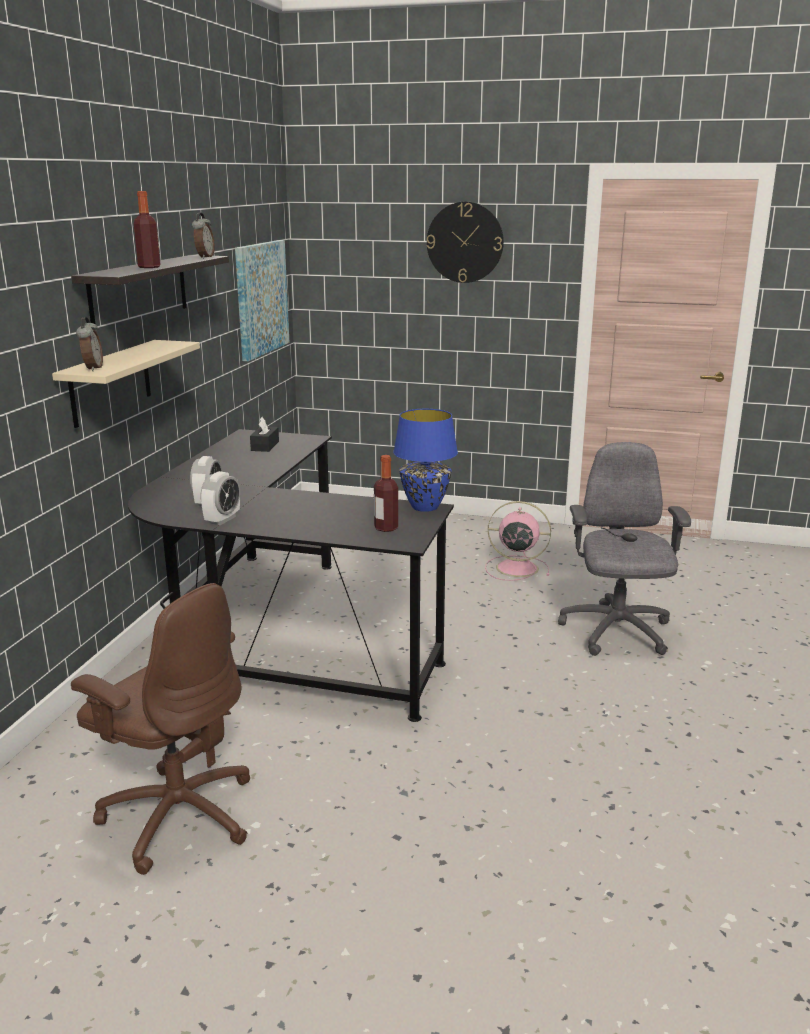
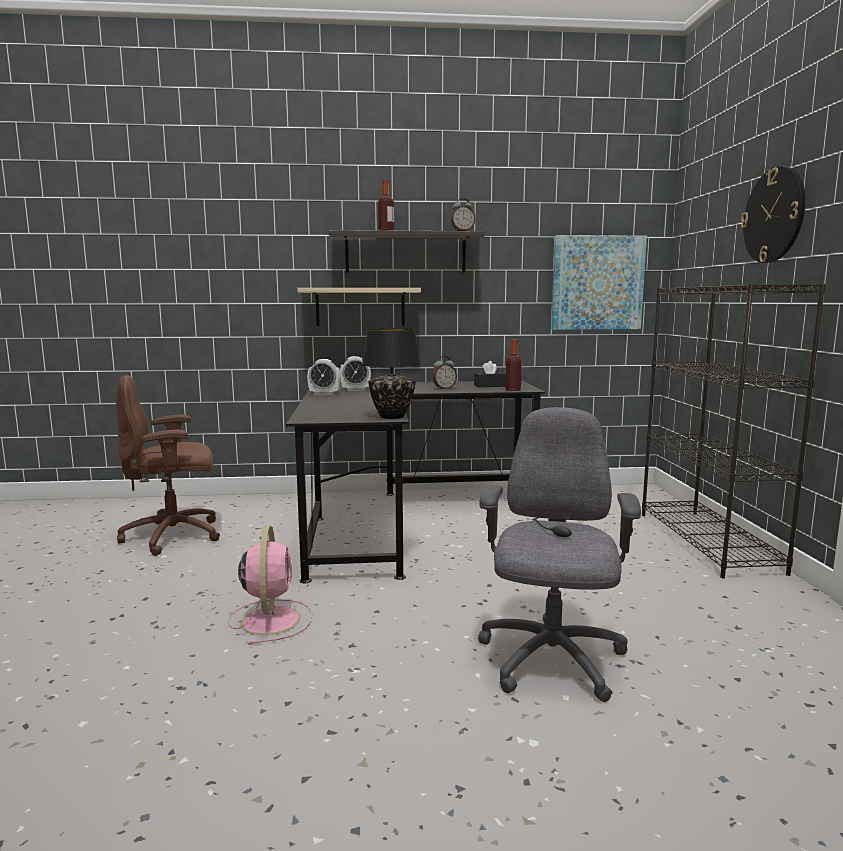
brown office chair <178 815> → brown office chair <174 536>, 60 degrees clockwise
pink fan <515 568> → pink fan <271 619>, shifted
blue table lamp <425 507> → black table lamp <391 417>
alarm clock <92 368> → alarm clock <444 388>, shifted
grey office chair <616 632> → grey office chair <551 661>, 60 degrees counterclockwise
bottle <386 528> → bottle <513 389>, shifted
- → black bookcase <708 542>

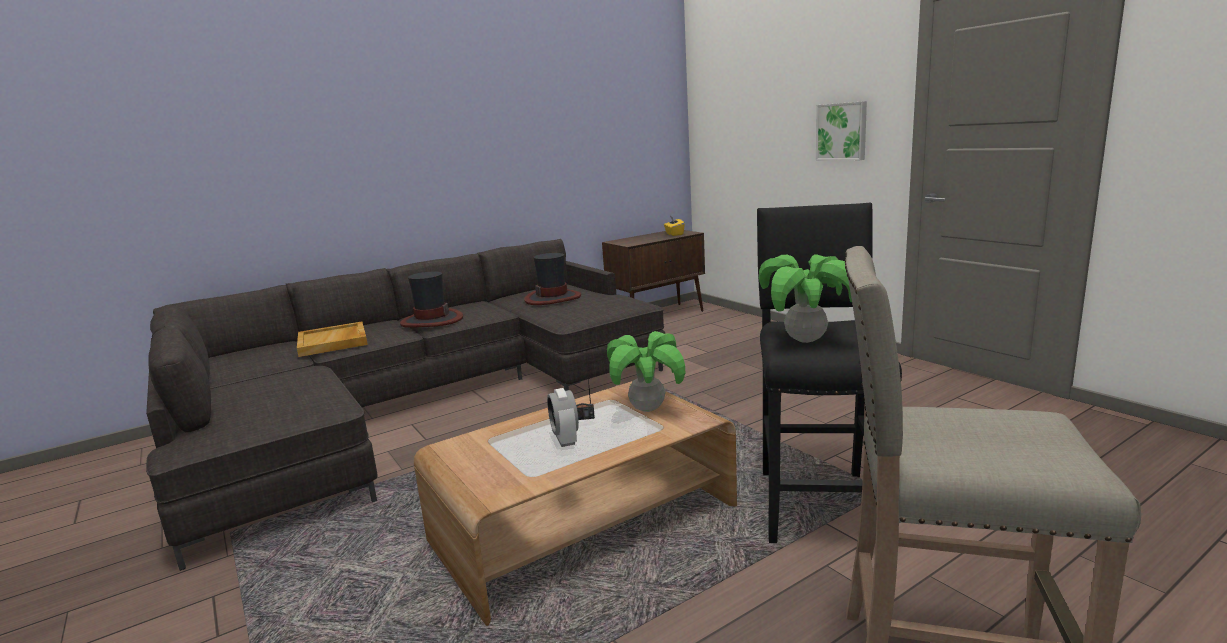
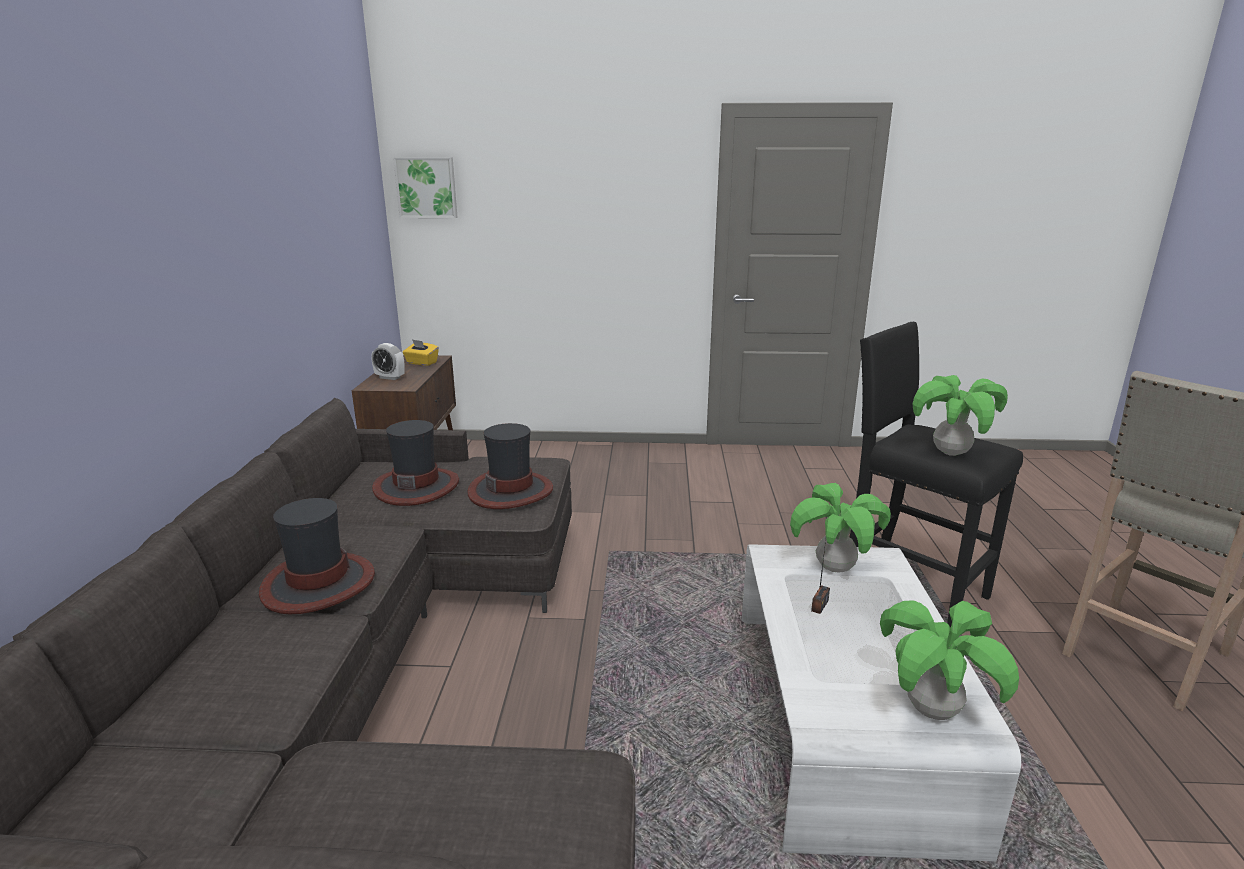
alarm clock <565 439> → alarm clock <390 377>, shifted
picture <842 131> → picture <426 187>, shifted
- → hat <511 491>
brown coffee table <584 524> → white coffee table <842 717>
- → potted plant <931 710>
beige tray <333 342> → -

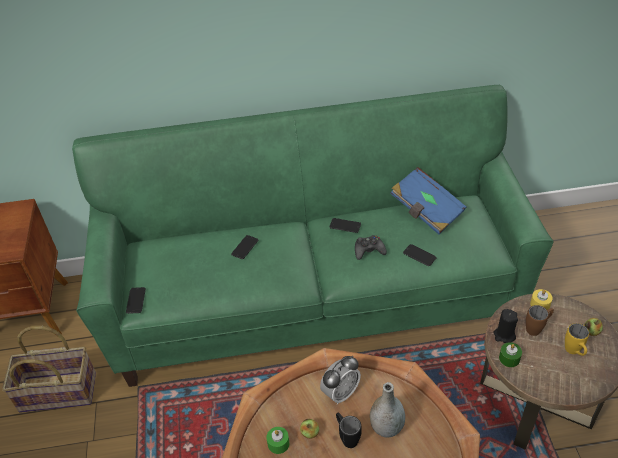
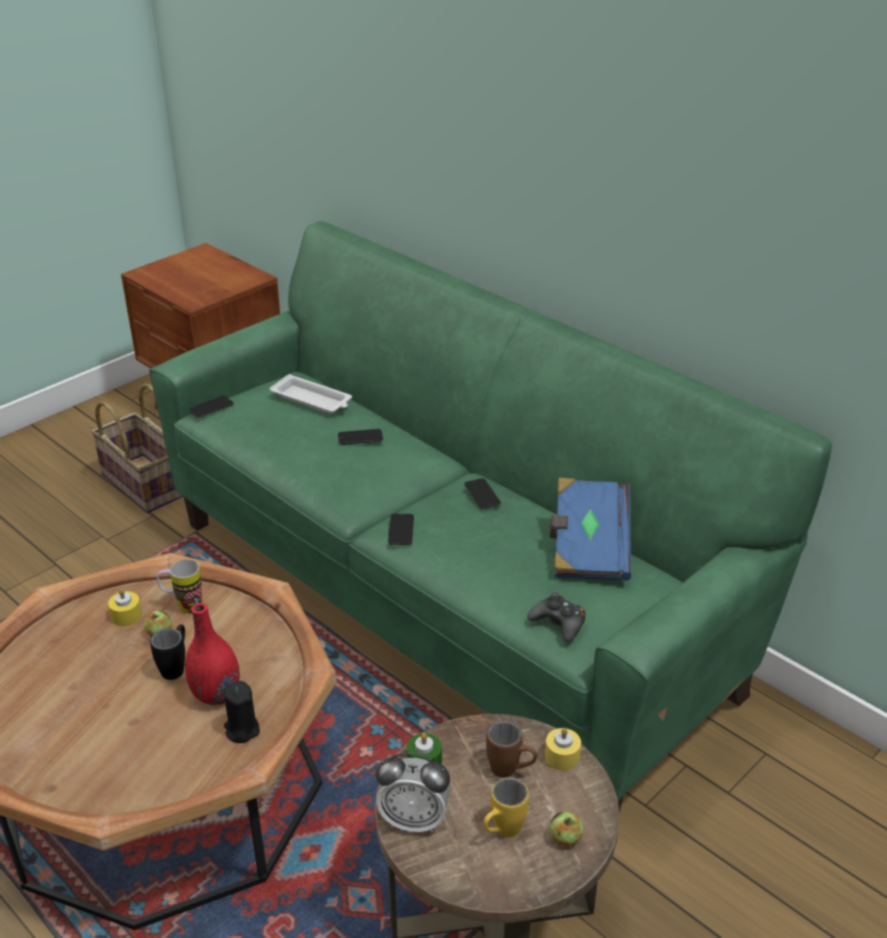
green candle <278 443> → yellow candle <126 616>
- → mug <183 606>
grey vase <386 427> → red vase <216 694>
black candle <504 335> → black candle <242 730>, shifted
- → white tray <312 400>
alarm clock <340 393> → alarm clock <414 820>, shifted
phone <419 255> → phone <401 530>, shifted
black game controller <369 250> → black game controller <559 623>, shifted

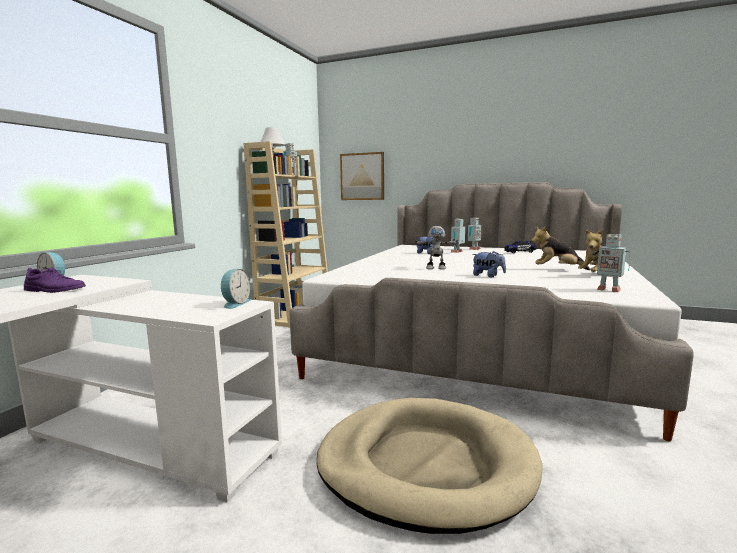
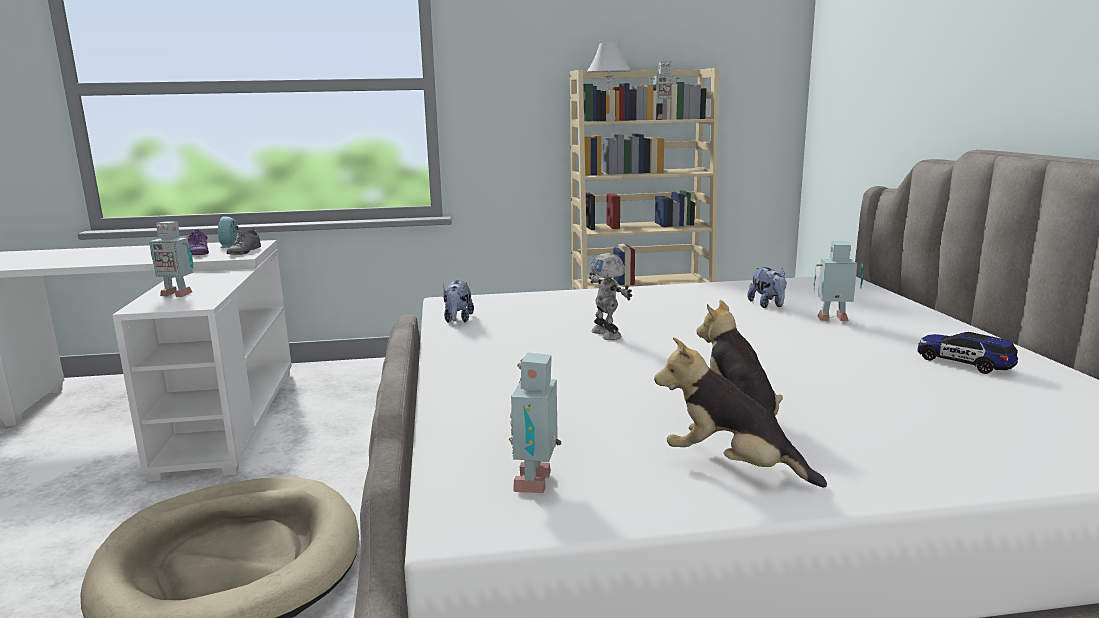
toy robot <473 249> → toy robot <177 294>, shifted
- → grey shoe <244 251>
plush toy <488 276> → plush toy <458 320>, shifted
alarm clock <235 303> → -
picture <362 176> → -

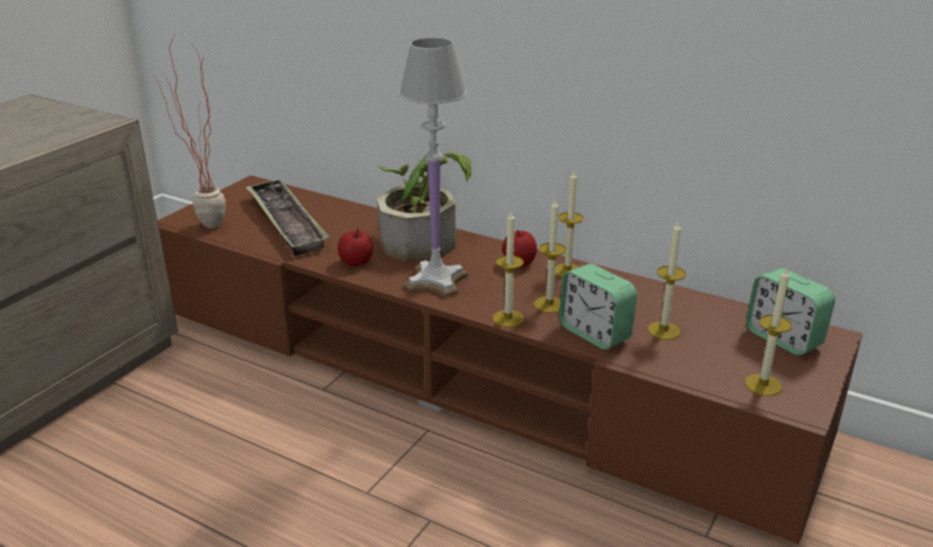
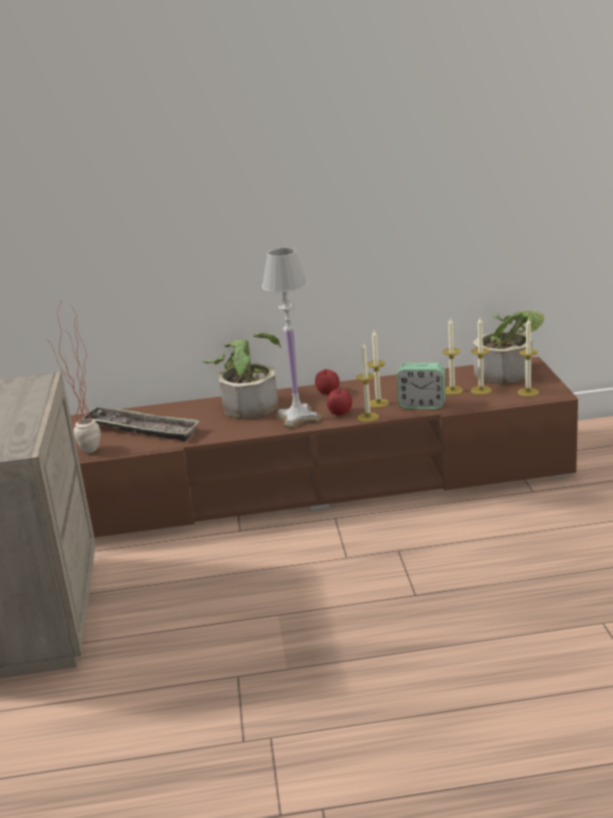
apple <356 262> → apple <340 413>, shifted
candle <567 271> → candle <481 390>, shifted
alarm clock <783 338> → potted plant <510 371>

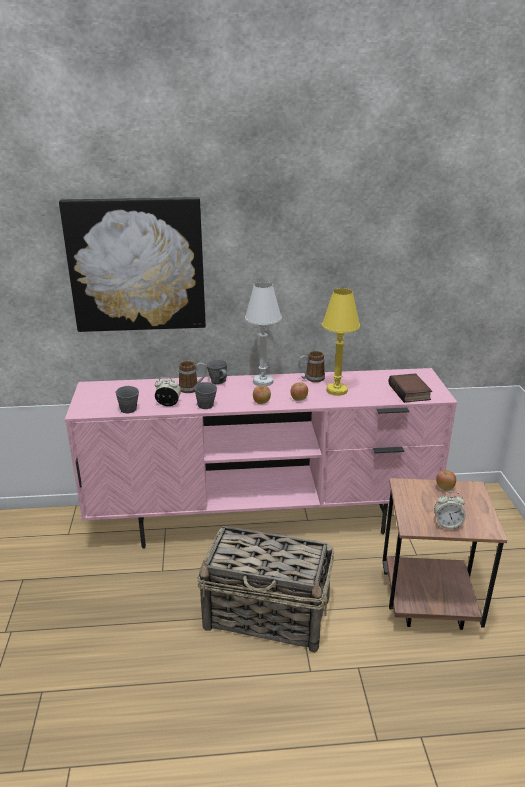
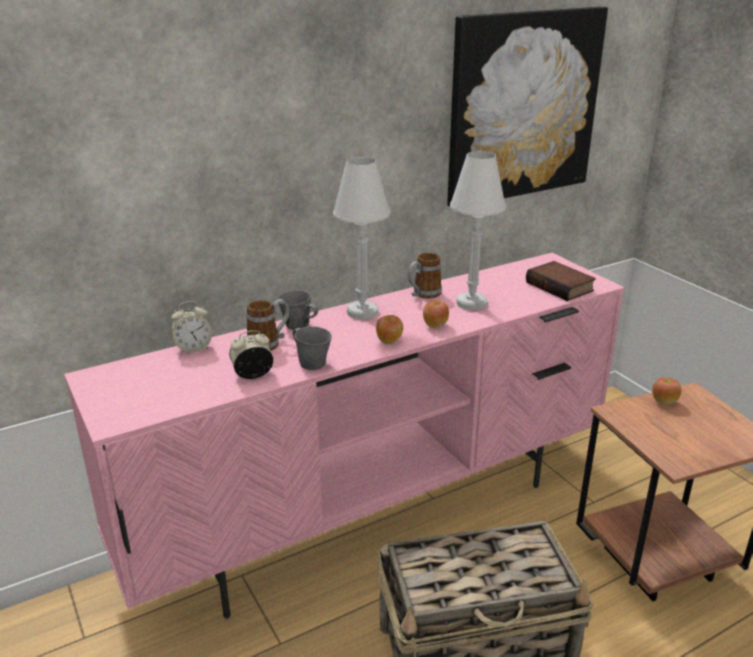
alarm clock <447 524> → alarm clock <193 349>, shifted
picture <137 265> → picture <522 106>, shifted
yellow table lamp <337 390> → white table lamp <471 303>
grey mug <129 409> → -

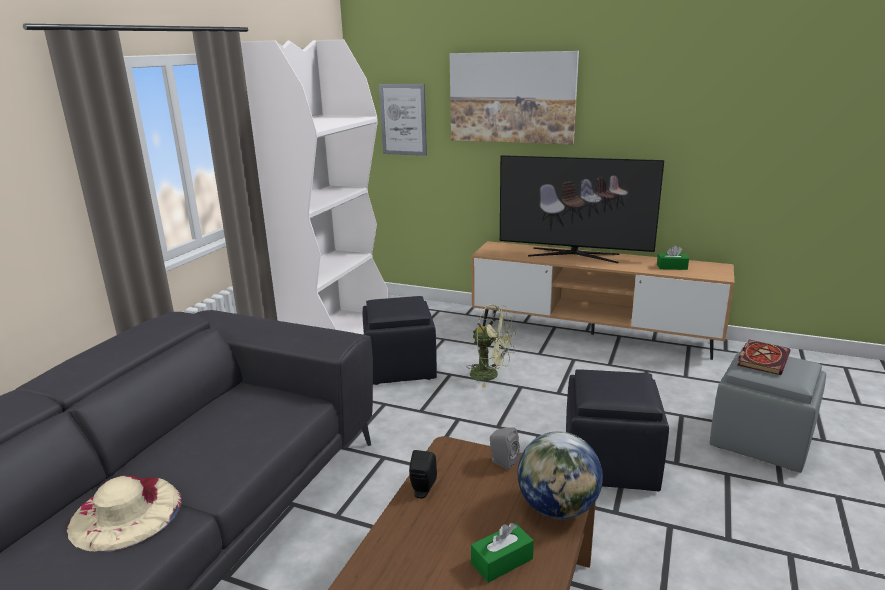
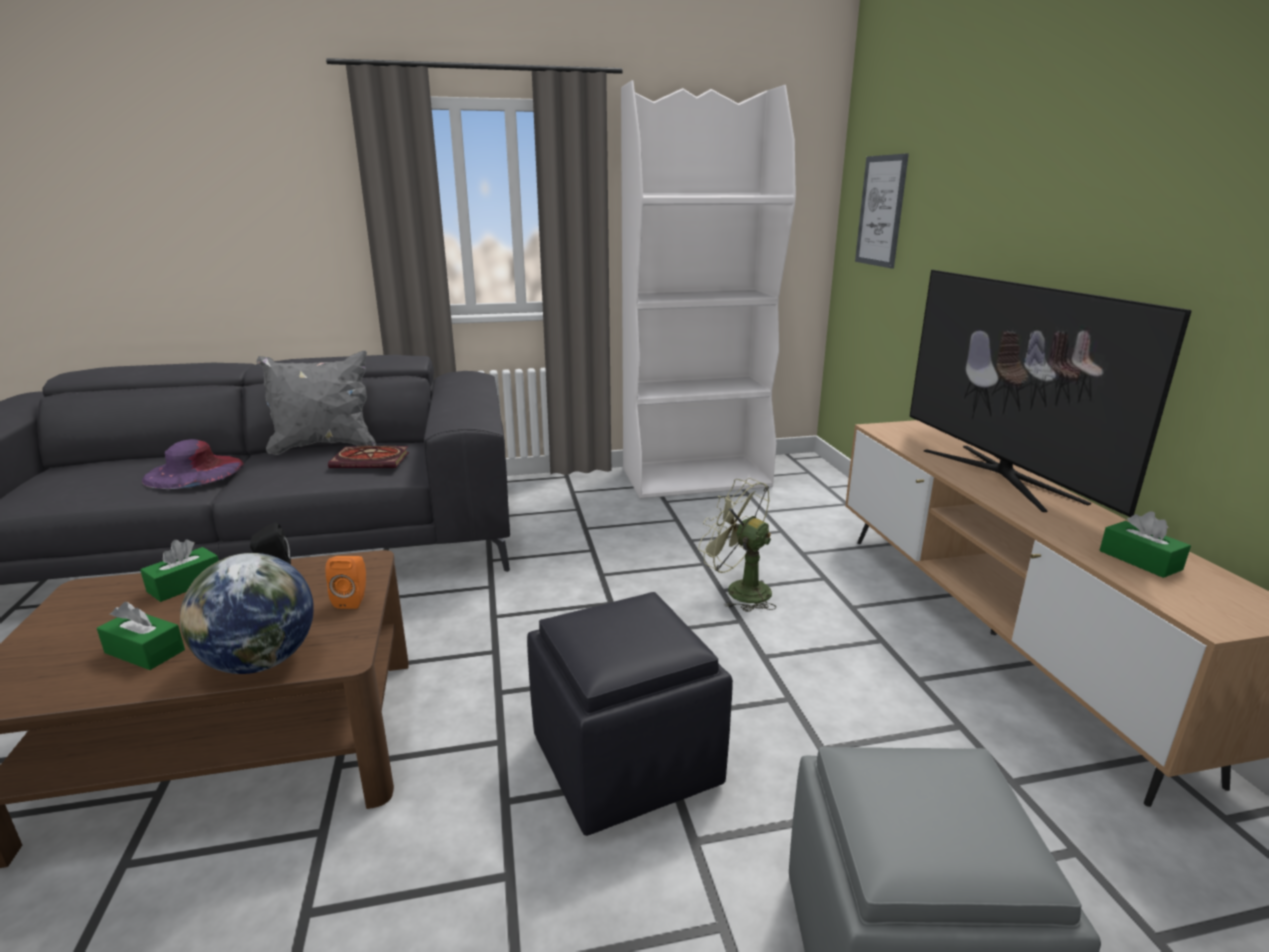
- → green tissue box <185 584>
beige hat <126 513> → purple hat <194 471>
- → grey pillow <324 446>
grey speaker <502 462> → orange speaker <353 600>
book <762 358> → book <372 460>, shifted
green fan <490 375> → green fan <739 590>, 135 degrees clockwise
black ottoman <401 367> → -
picture <512 97> → -

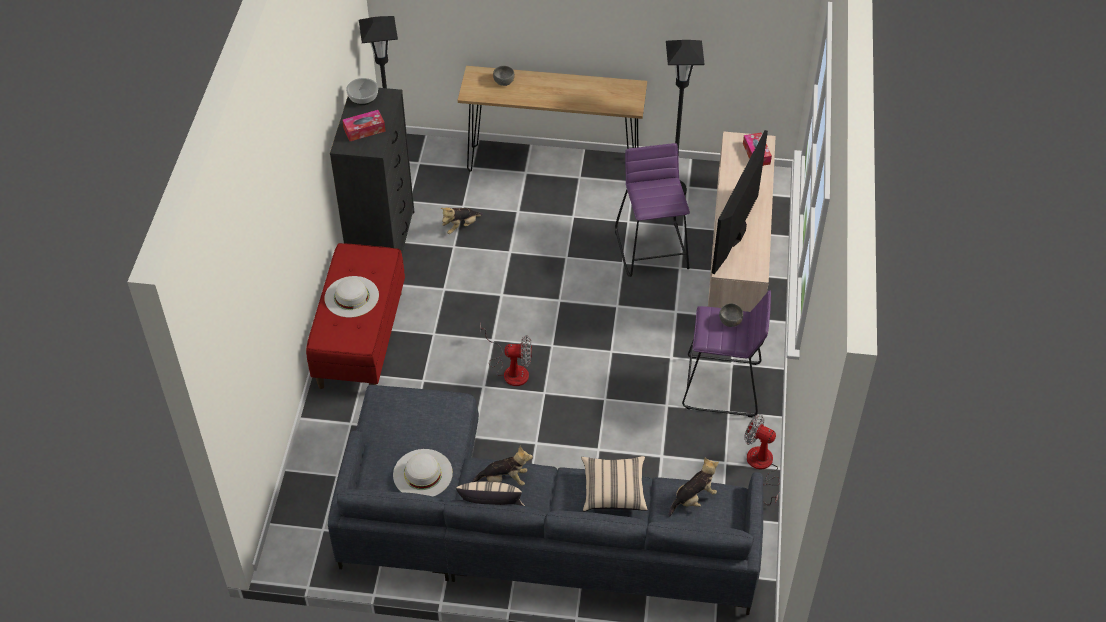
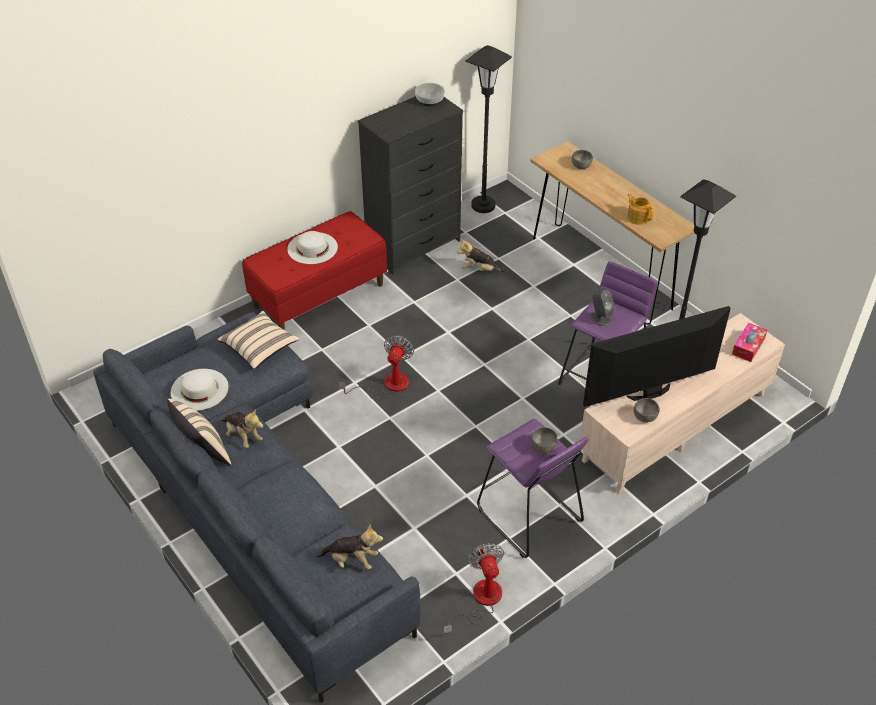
beige pillow <613 491> → beige pillow <260 348>, shifted
fan <510 370> → fan <387 385>, 120 degrees counterclockwise
- → grey speaker <600 318>
- → teapot <638 217>
- → grey bowl <645 416>
tissue box <364 130> → -

